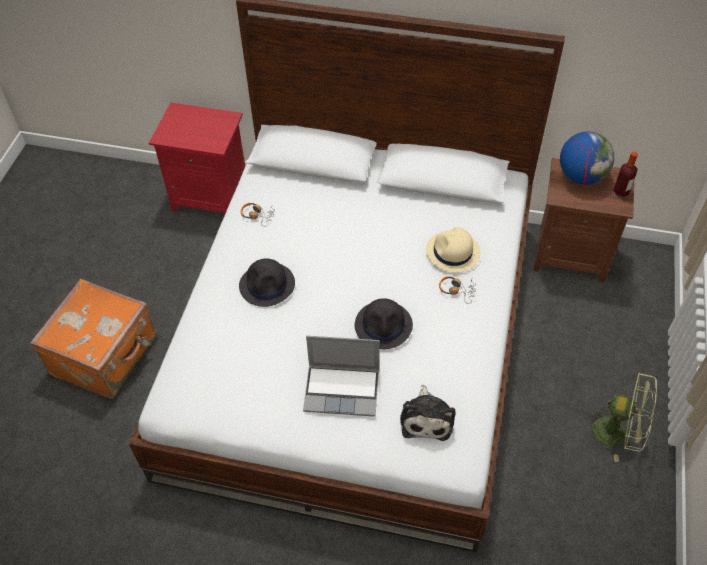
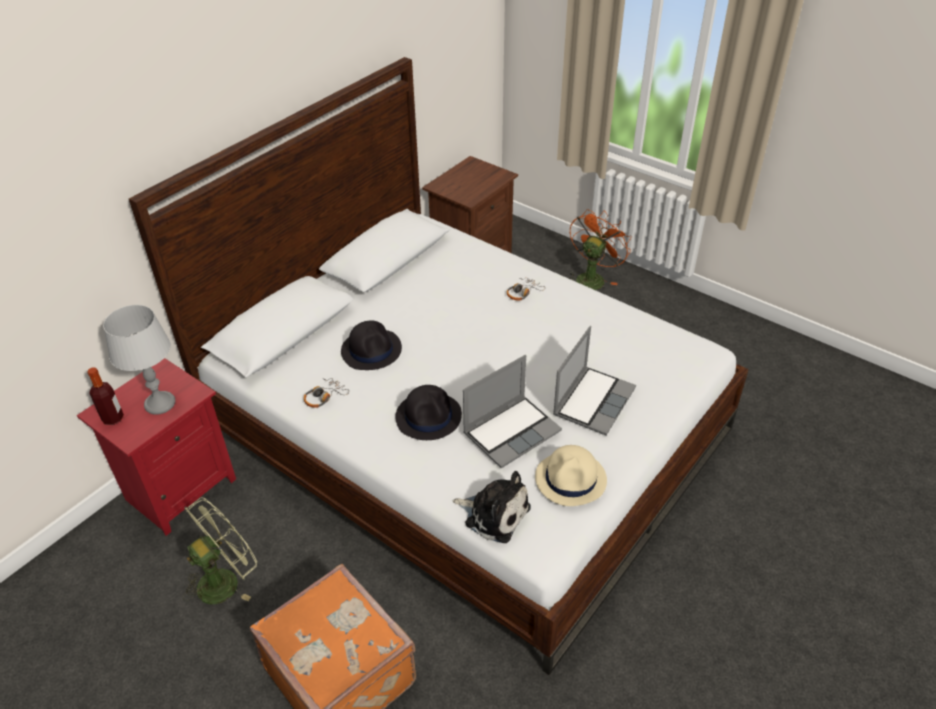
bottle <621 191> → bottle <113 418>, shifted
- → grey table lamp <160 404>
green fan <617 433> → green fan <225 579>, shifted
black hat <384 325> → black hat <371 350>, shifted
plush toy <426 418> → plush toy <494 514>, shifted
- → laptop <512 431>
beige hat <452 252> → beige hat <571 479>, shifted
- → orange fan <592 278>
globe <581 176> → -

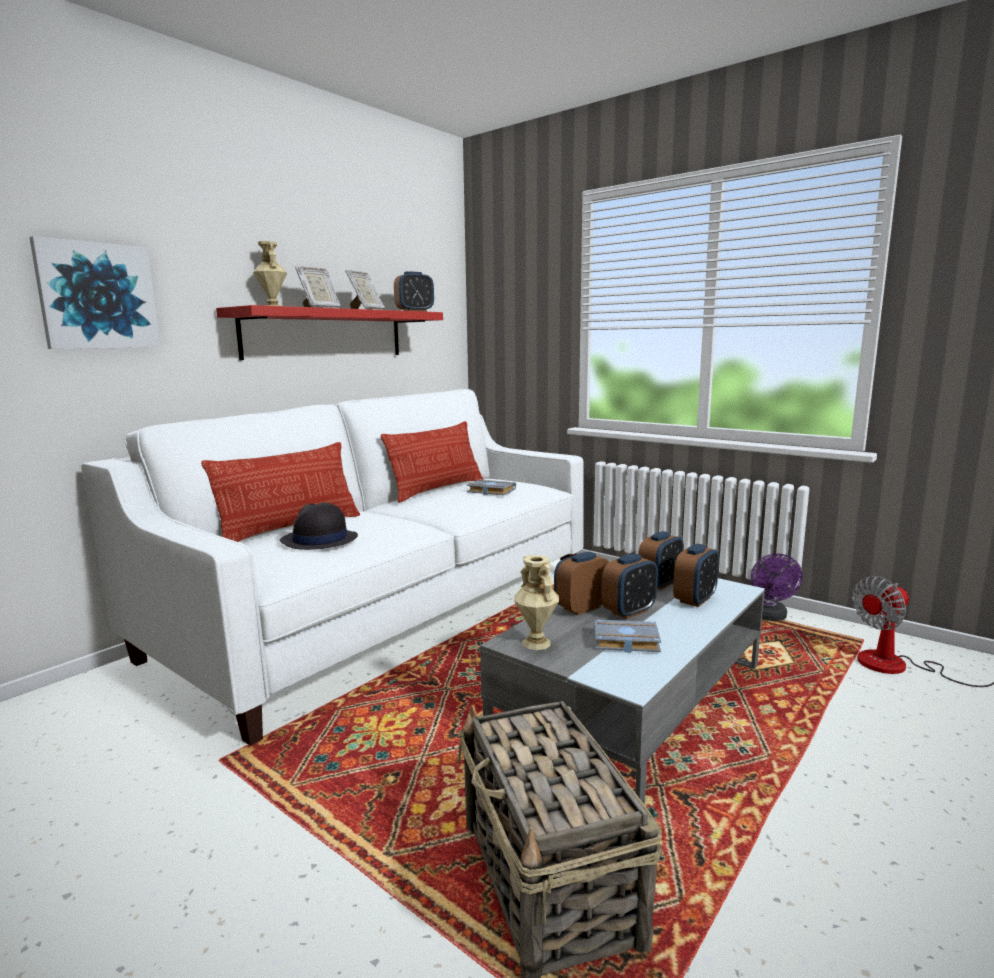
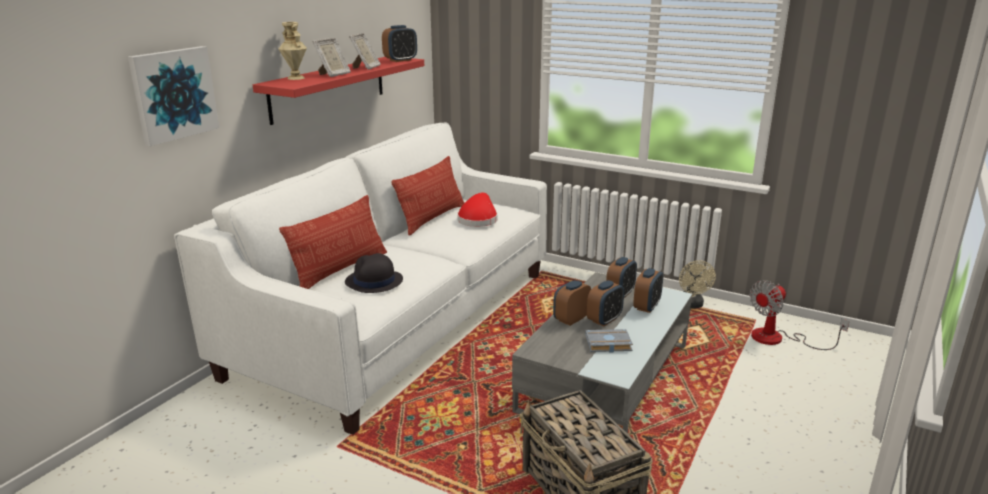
grey book <490 491> → red hat <478 219>
purple fan <769 617> → beige fan <691 305>
beige vase <535 643> → -

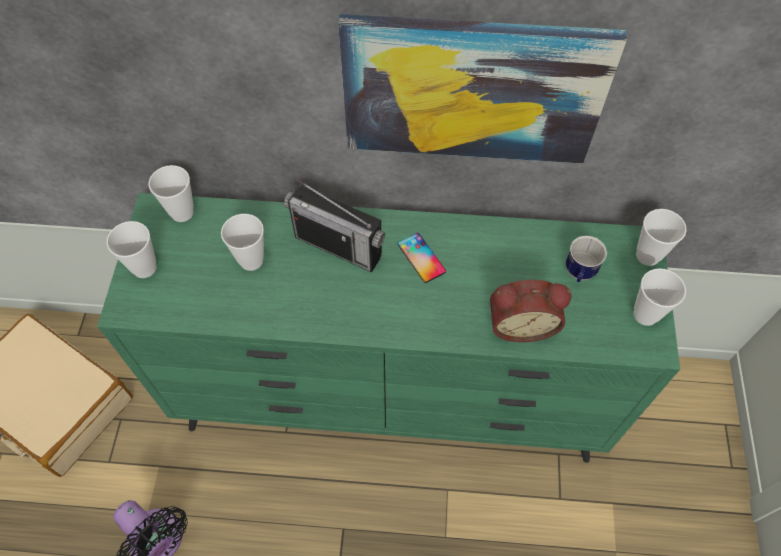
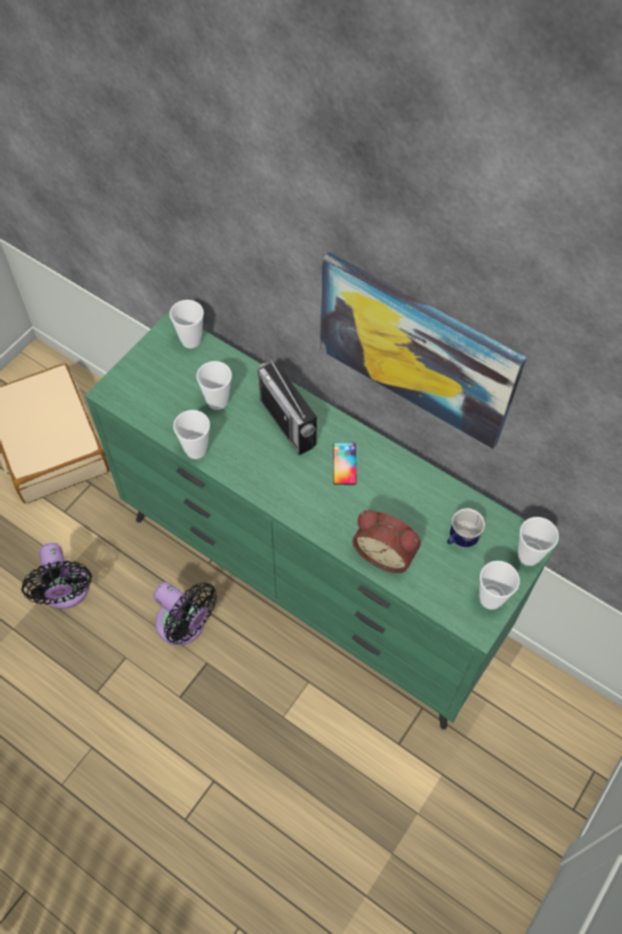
- → black fan <184 625>
cup <144 268> → cup <196 450>, shifted

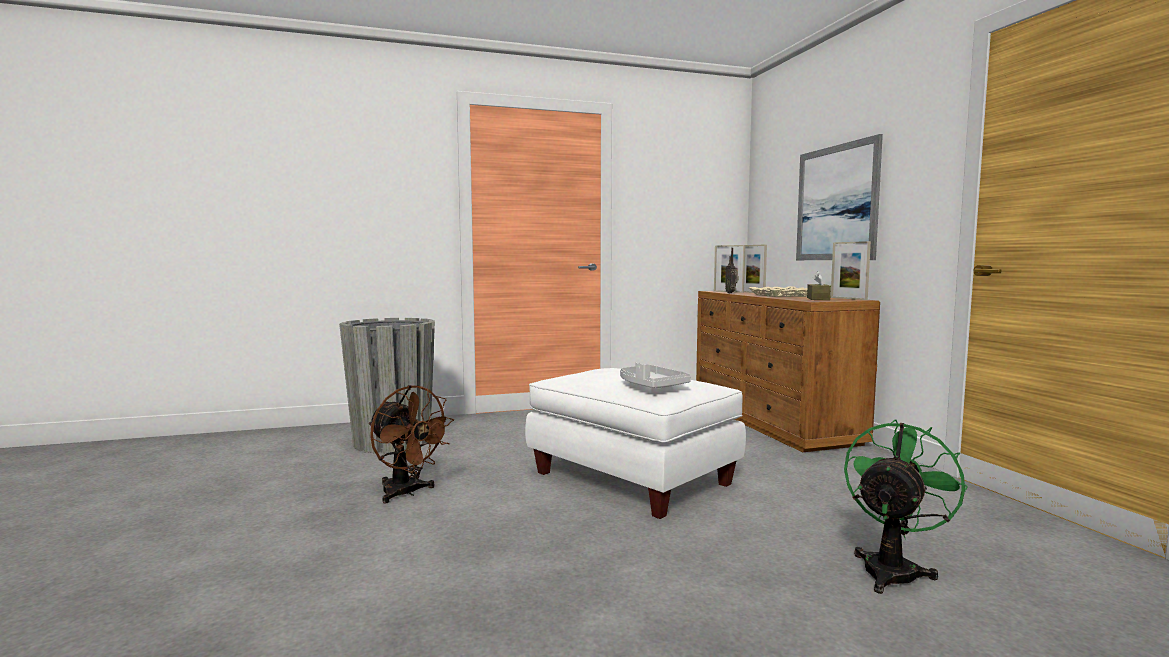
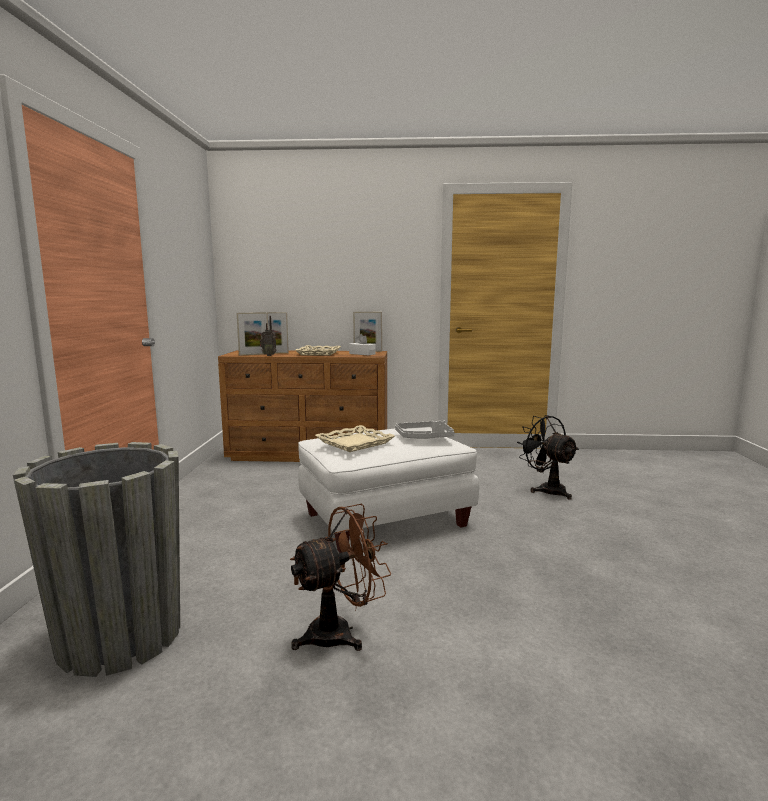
- → beige tray <355 443>
brown tissue box <818 299> → white tissue box <362 354>
green fan <893 568> → black fan <547 489>
picture <836 203> → -

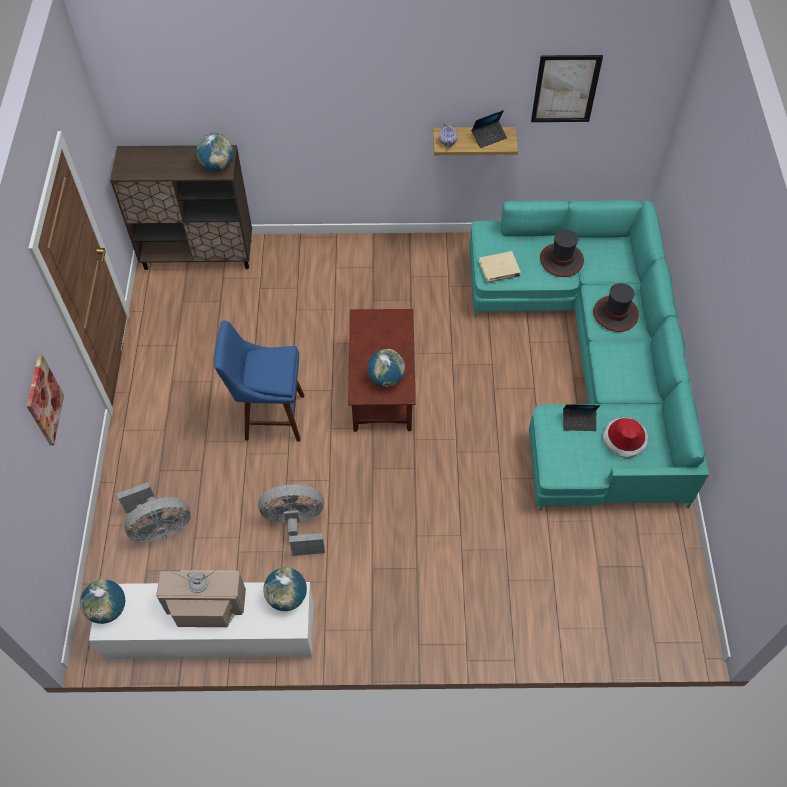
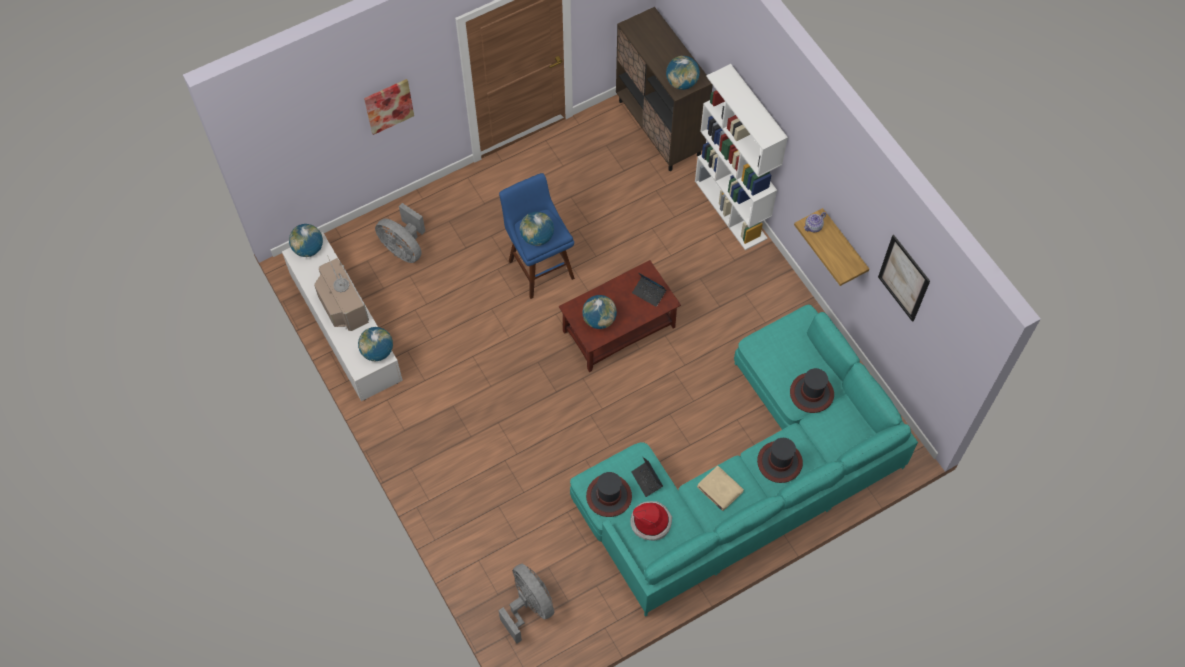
grey fan <296 525> → grey fan <529 607>, shifted
- → globe <537 237>
- → hat <609 496>
laptop <489 137> → laptop <649 293>, shifted
- → white bookcase <731 209>
beige book <499 269> → beige book <719 489>, shifted

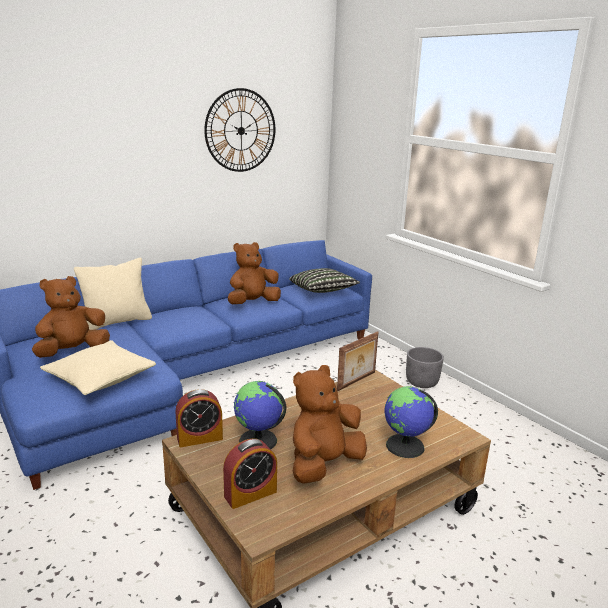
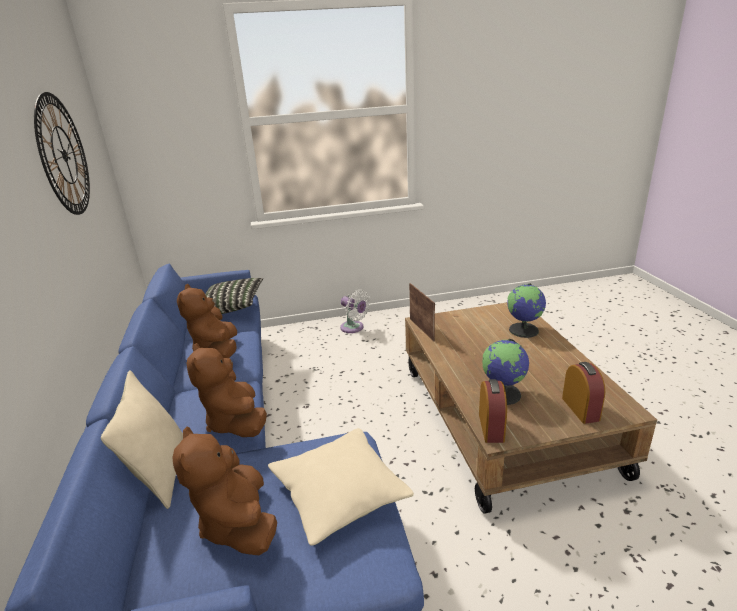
brown plush toy <324 464> → brown plush toy <236 422>, shifted
grey planter <422 382> → white fan <354 328>

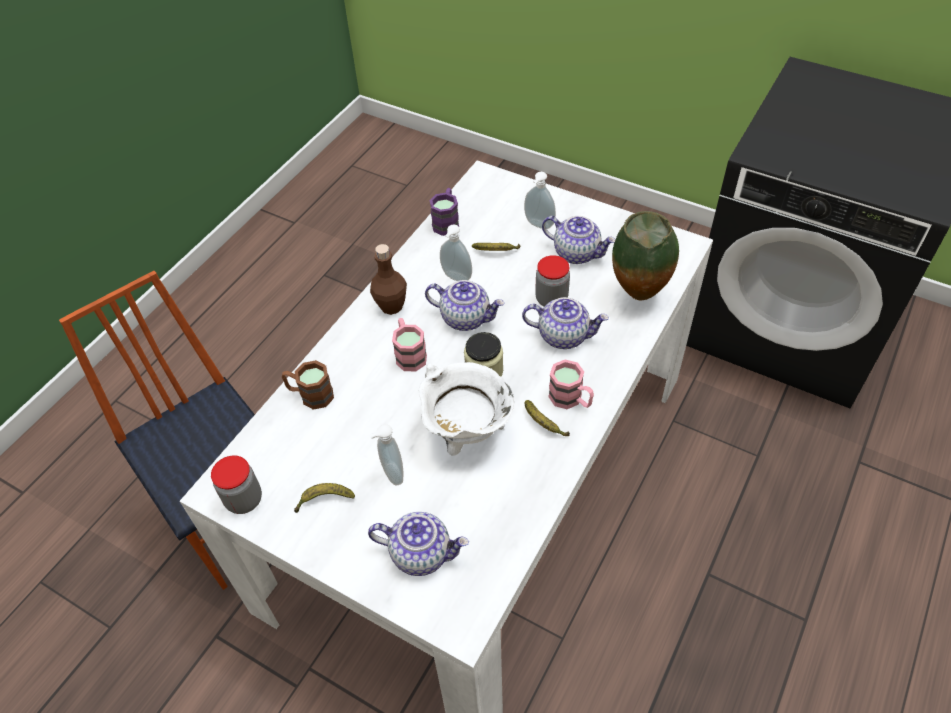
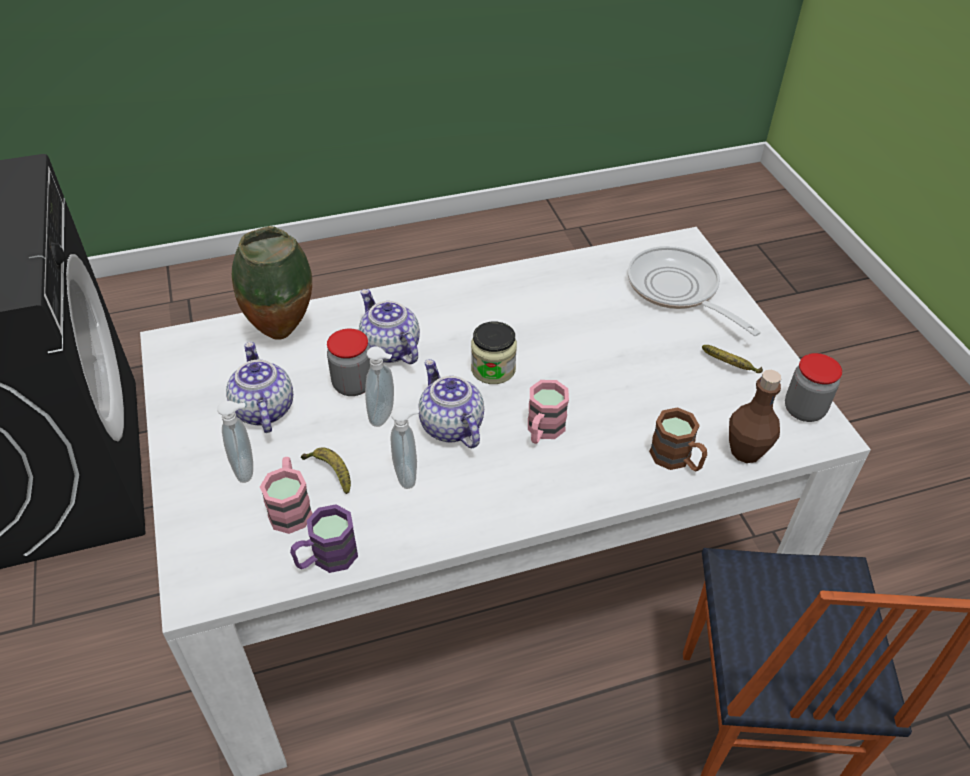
pink mug <571 399> → pink mug <290 507>, shifted
soap dispenser <391 474> → soap dispenser <384 416>, shifted
teapot <421 553> → frying pan <677 290>
brown bottle <391 306> → brown bottle <746 451>, shifted
white cooking pot <466 433> → -
banana <543 423> → -

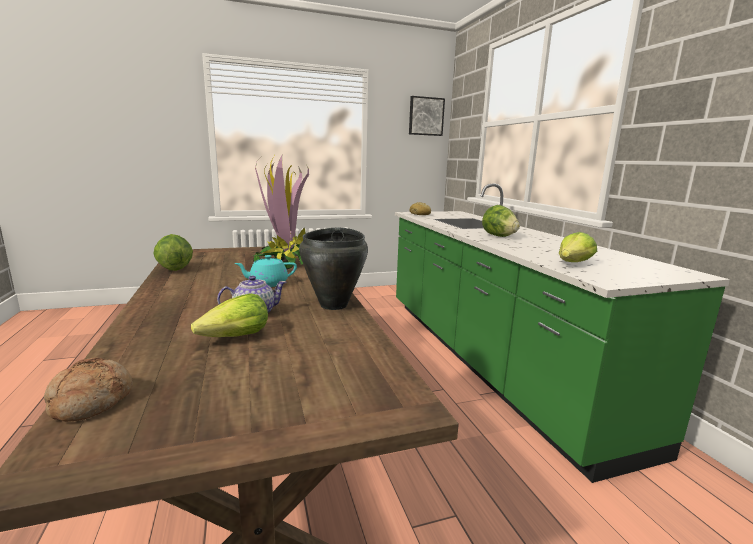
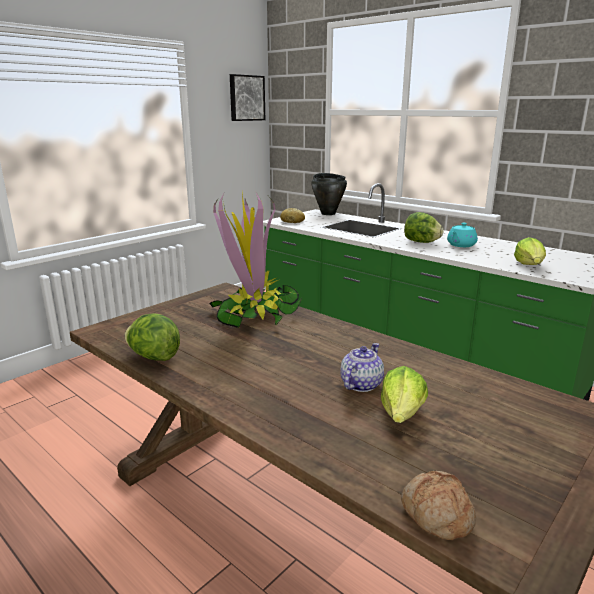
black cooking pot <334 305> → black cooking pot <328 213>, shifted
turquoise teapot <267 283> → turquoise teapot <461 245>, shifted

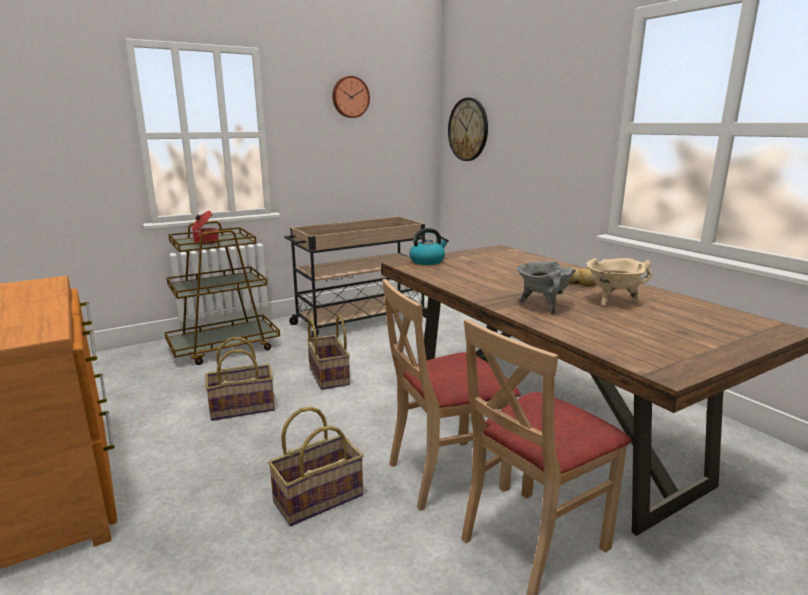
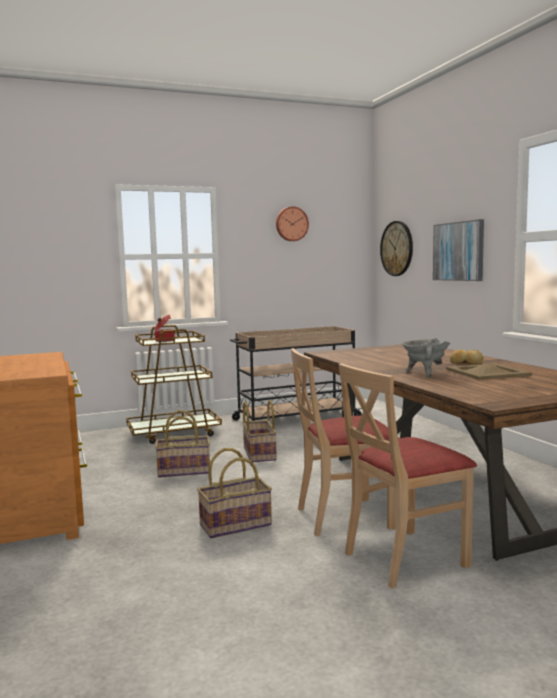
- → picture <458 251>
beige cooking pot <612 301> → beige tray <487 372>
kettle <427 261> → -

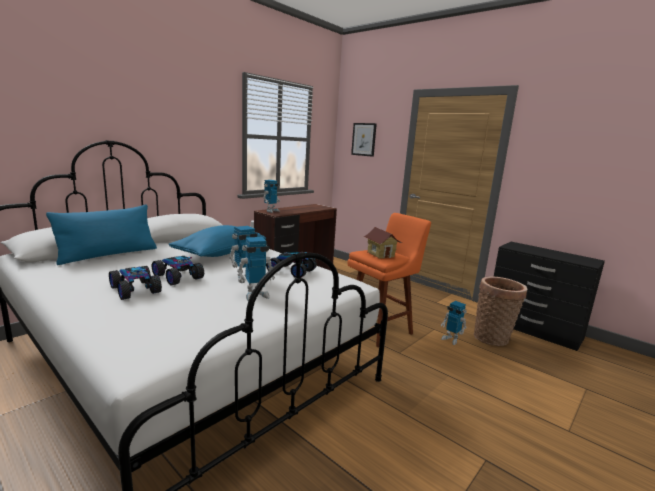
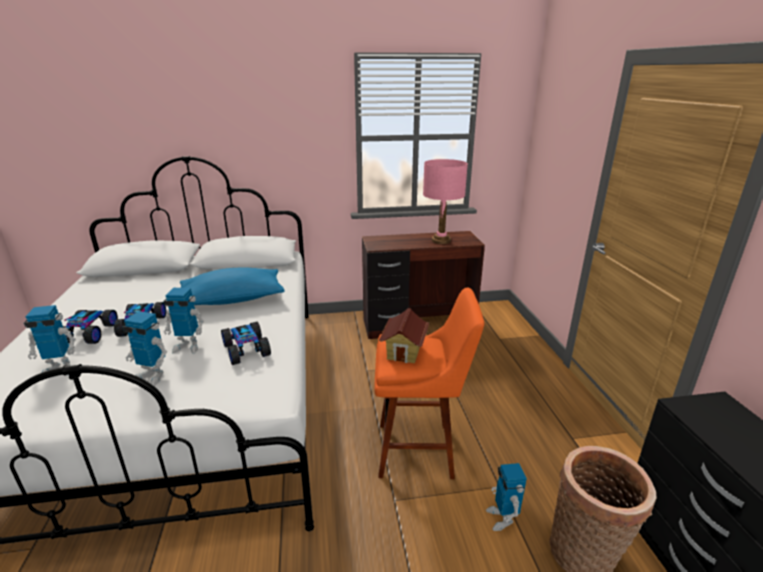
toy robot <271 211> → toy robot <60 369>, shifted
- → pink table lamp <441 240>
blue pillow <108 255> → -
picture <364 139> → -

